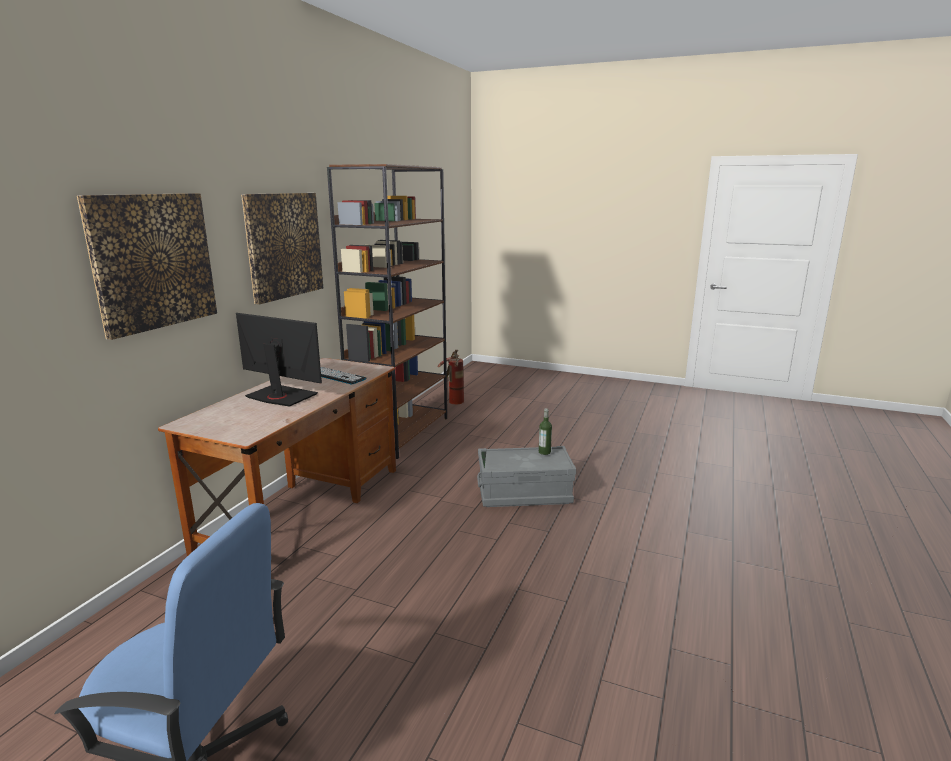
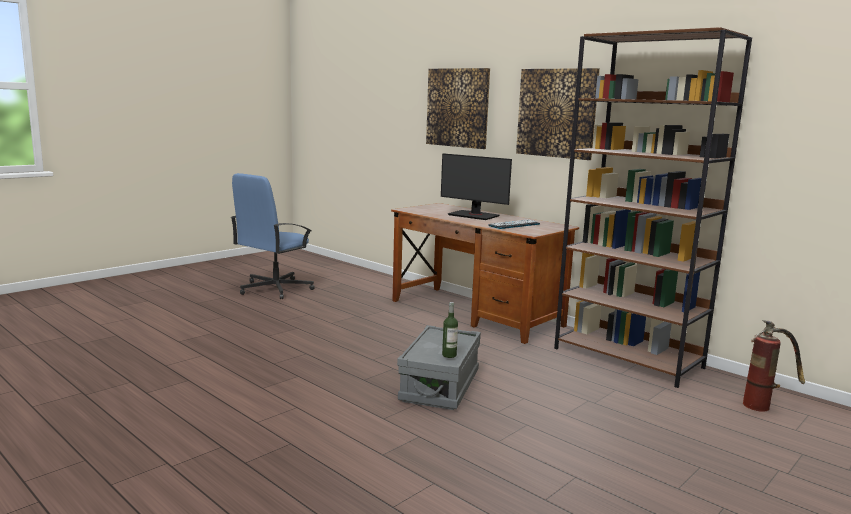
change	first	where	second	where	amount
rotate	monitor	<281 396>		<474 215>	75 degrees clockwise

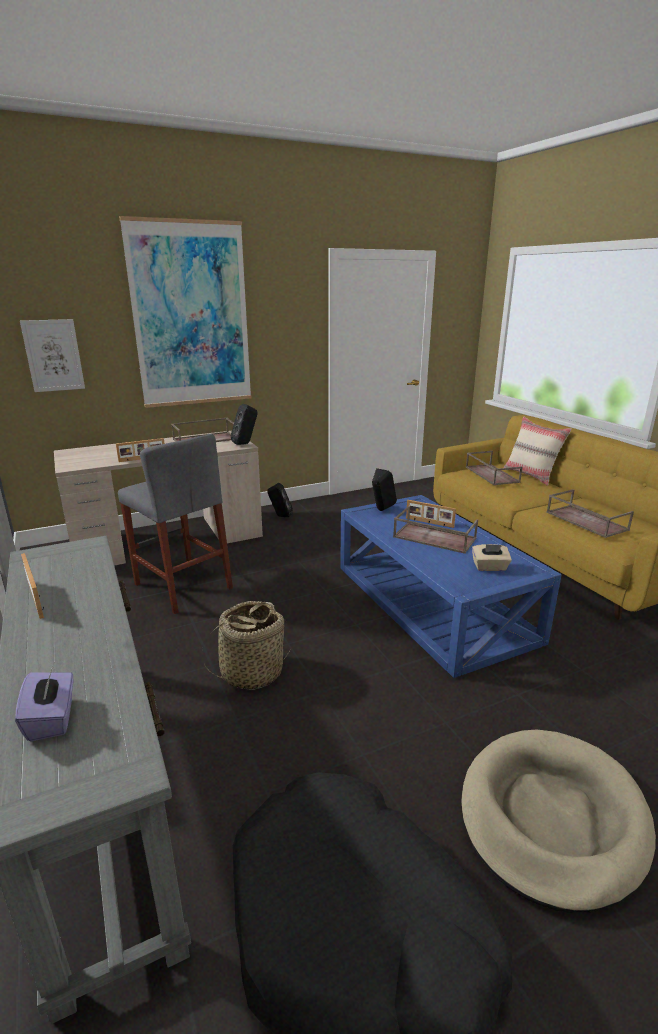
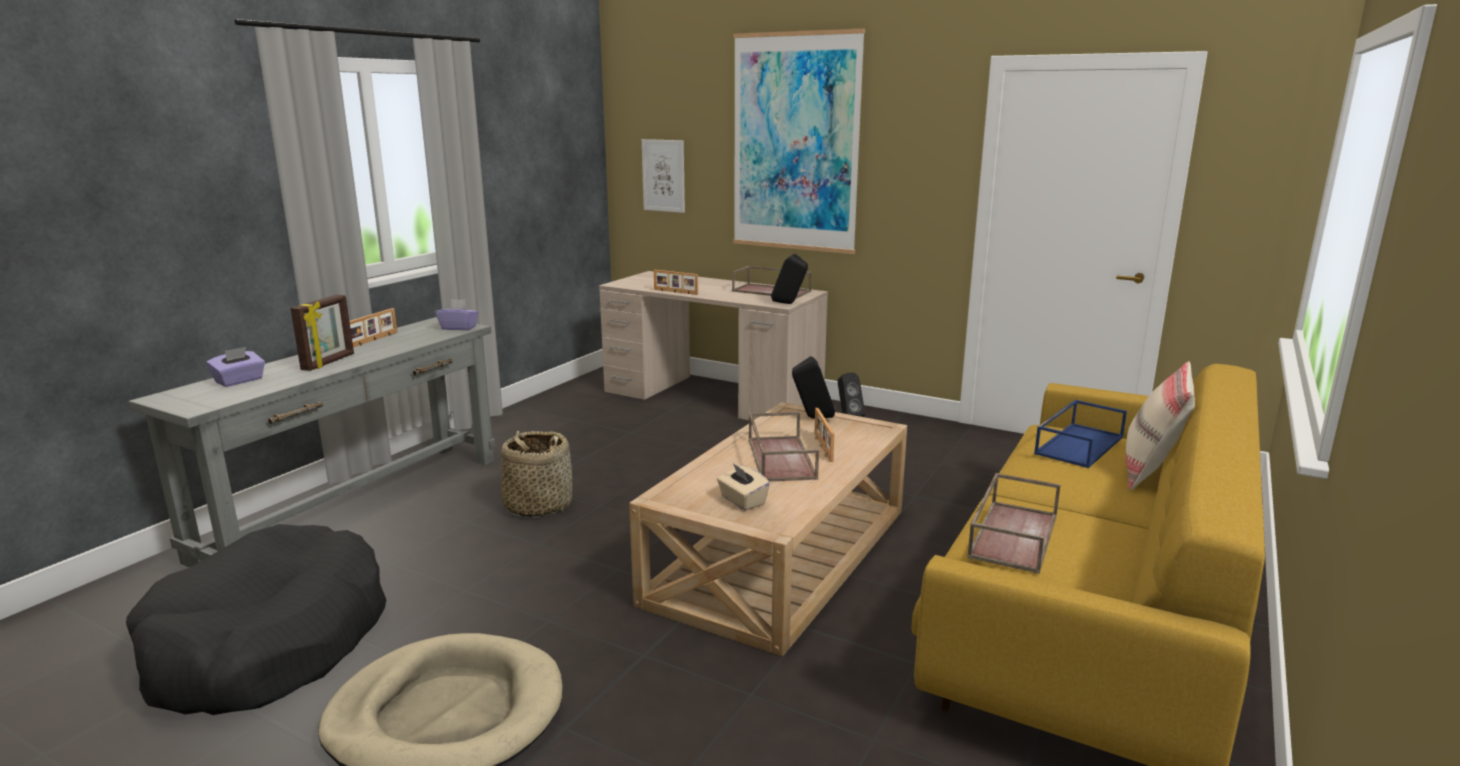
change	first	where	second	where	amount
delete	taburete (gris)	<183 586>			
insert			portarretratos	<329 362>	
insert			caja de pañuelos (morado)	<459 328>	
recolor	mesa de centro (azul)	<433 602>	mesa de centro (beis)	<782 555>	
recolor	bandeja (marrón)	<490 474>	bandeja (azul)	<1078 444>	

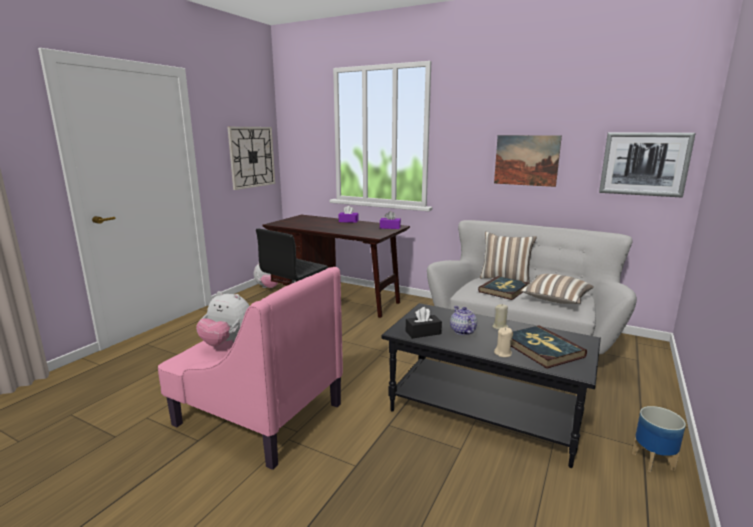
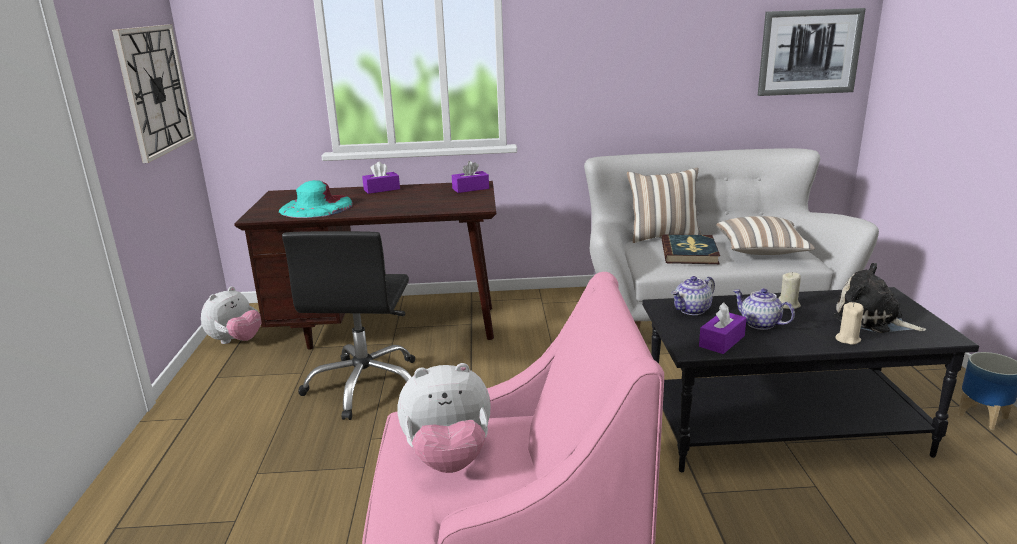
change	first	where	second	where	amount
delete	cuadro	<526 160>			
insert			sombrero (turquesa)	<316 207>	
insert			tetera	<692 310>	
replace	libro	<542 349>	peluche	<872 320>	
recolor	caja de pañuelos (negro)	<423 332>	caja de pañuelos (morado)	<722 341>	

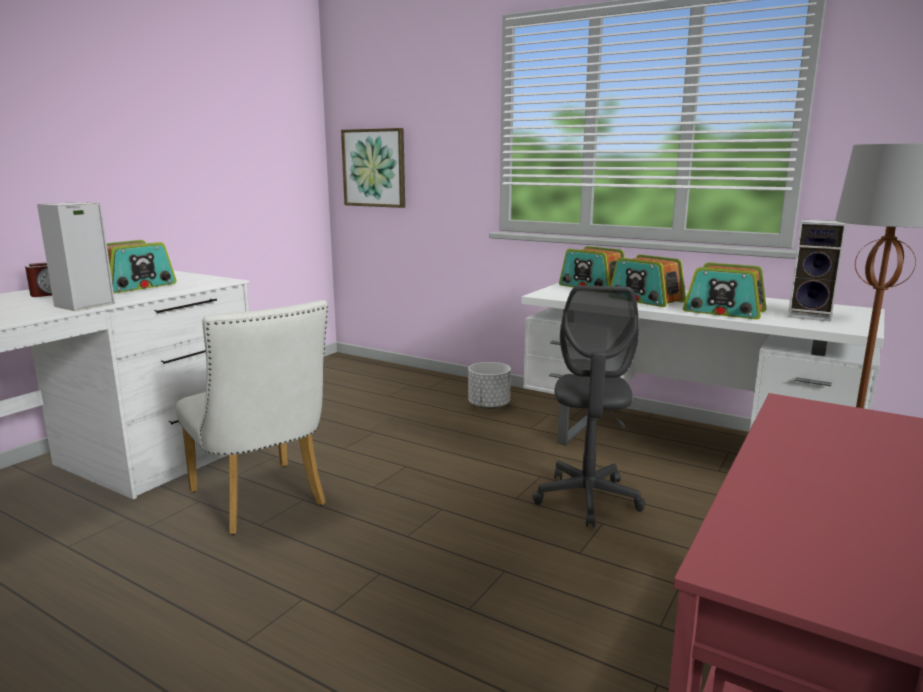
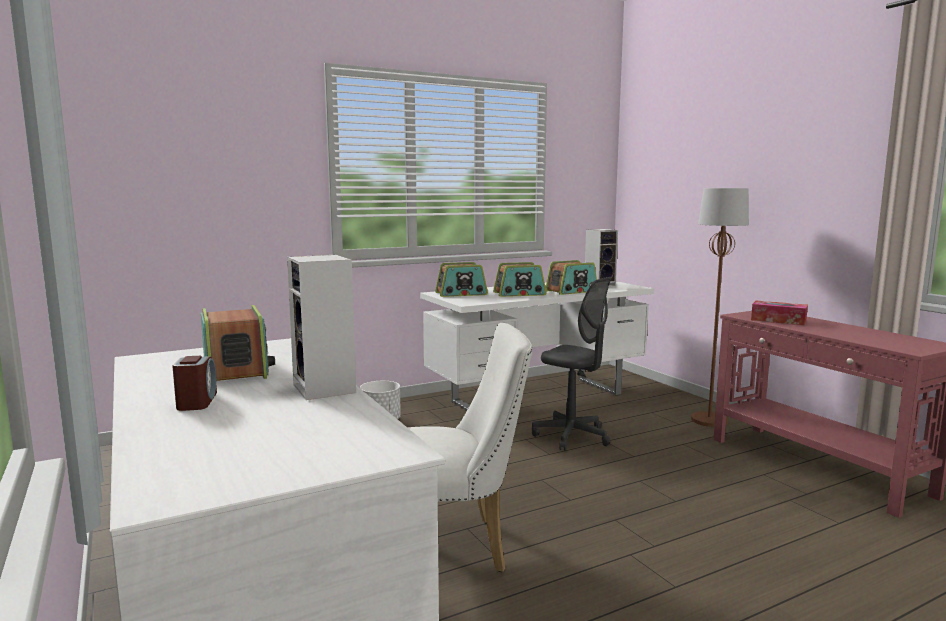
change	first	where	second	where	amount
delete	cuadro	<374 168>			
insert			caja de pañuelos	<778 320>	

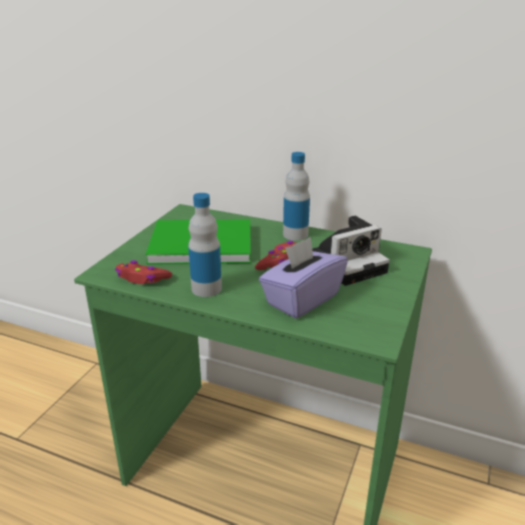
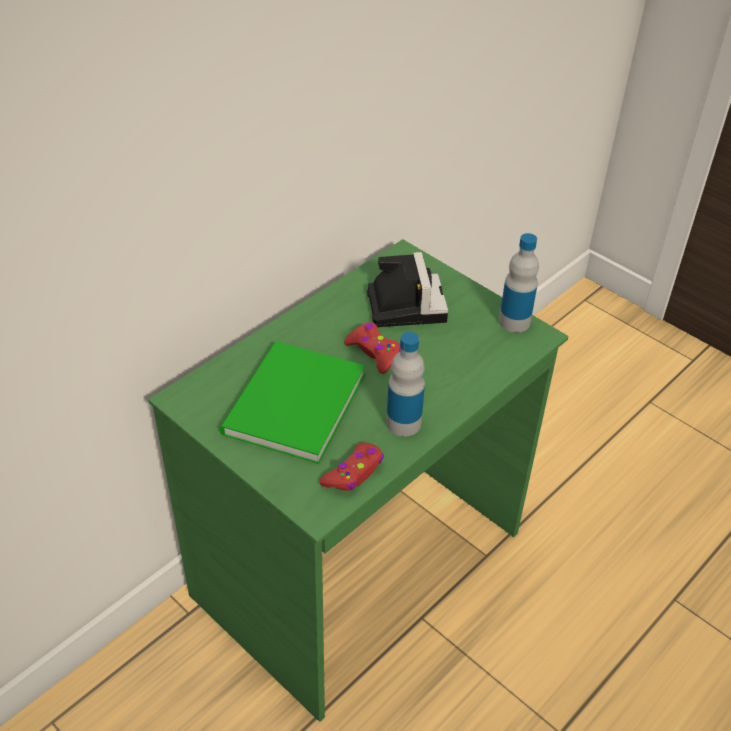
change	first	where	second	where	amount
delete	caja de pañuelos (morado)	<301 299>			
move	botella	<295 234>		<514 321>	

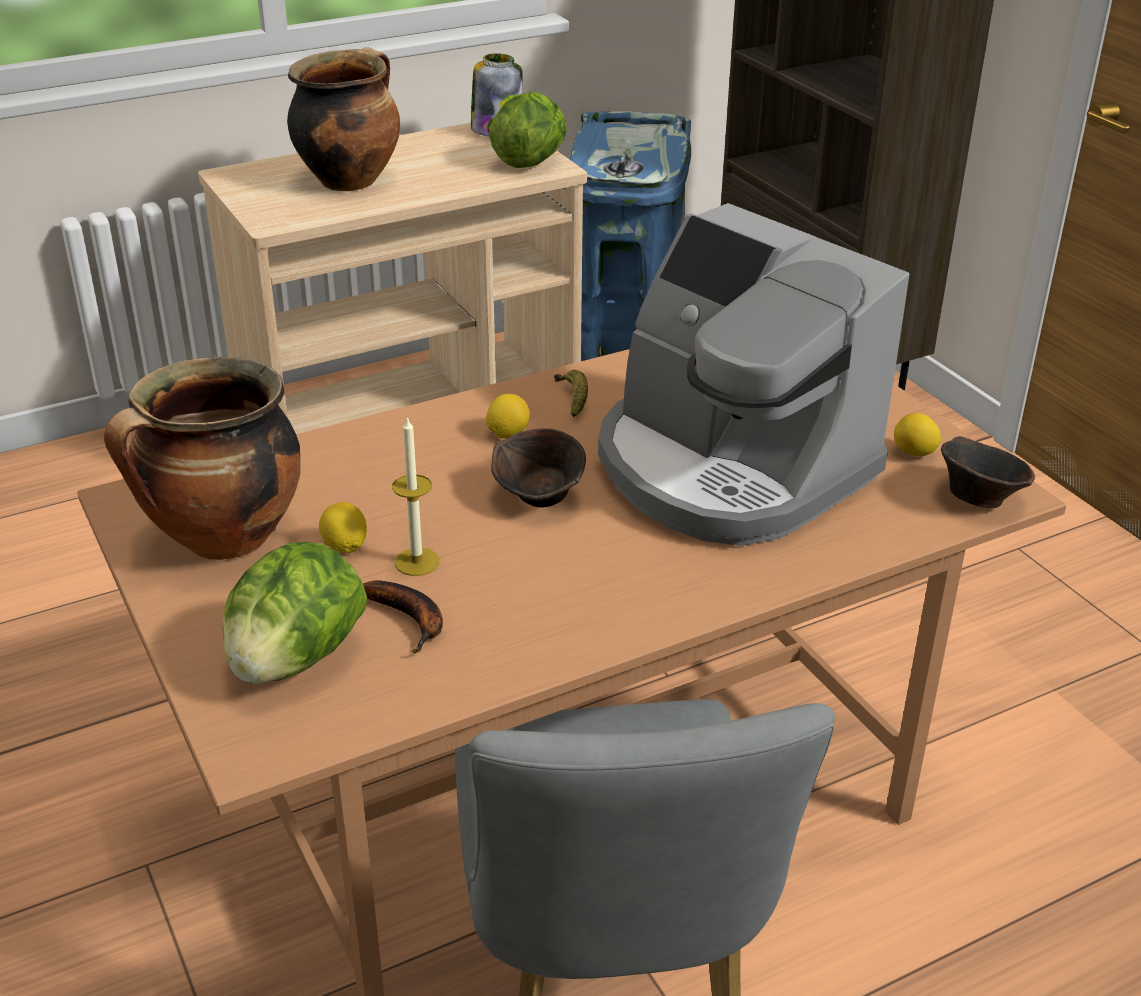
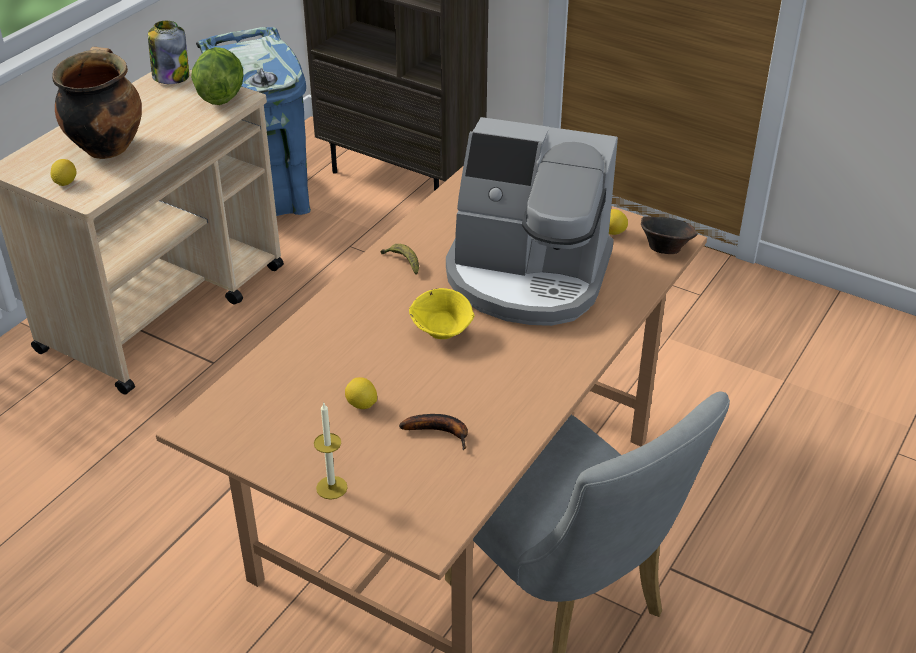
change	first	where	second	where	amount
delete	olla	<224 541>			
delete	lechuga	<296 659>			
move	vela	<417 562>		<331 487>	
move	limón	<508 434>		<65 182>	
recolor	cuenco (marrón)	<540 498>	cuenco (amarillo)	<443 333>	

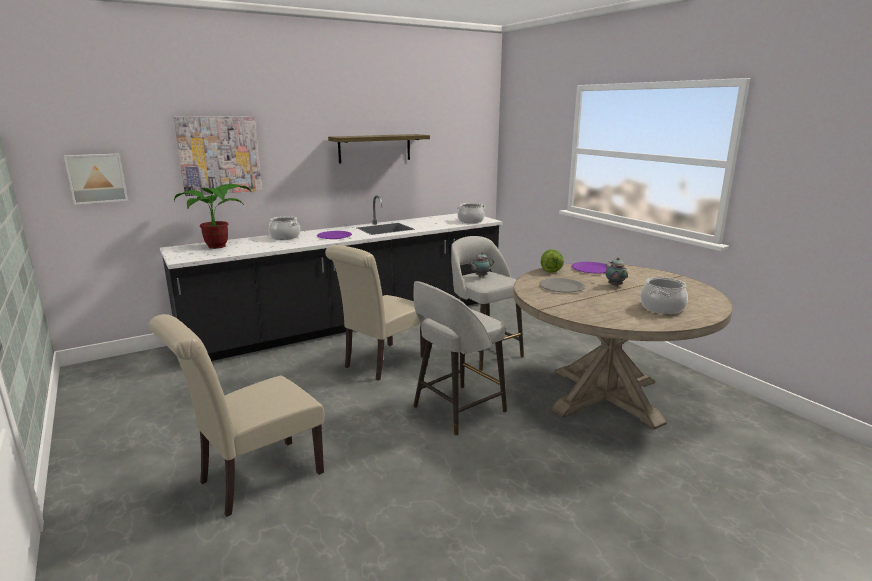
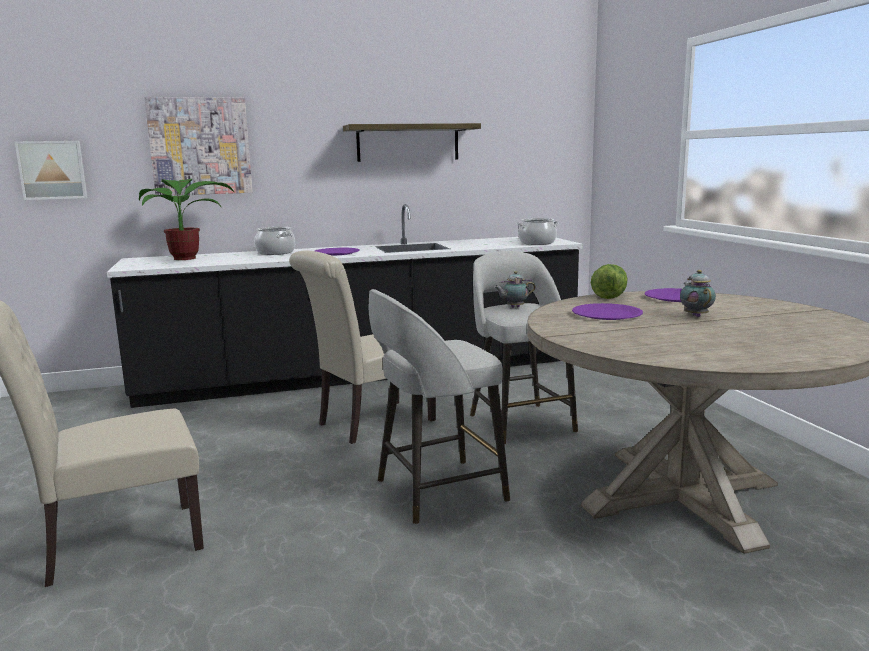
change	first	where	second	where	amount
delete	olla	<661 308>			
recolor	plato (gris)	<561 287>	plato (morado)	<607 314>	

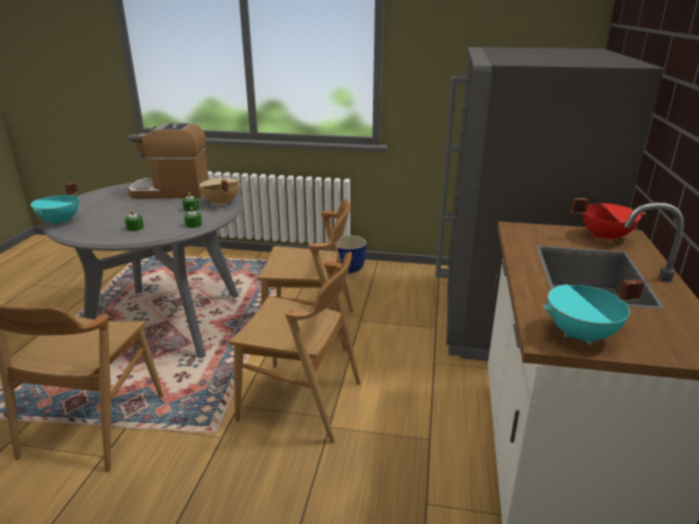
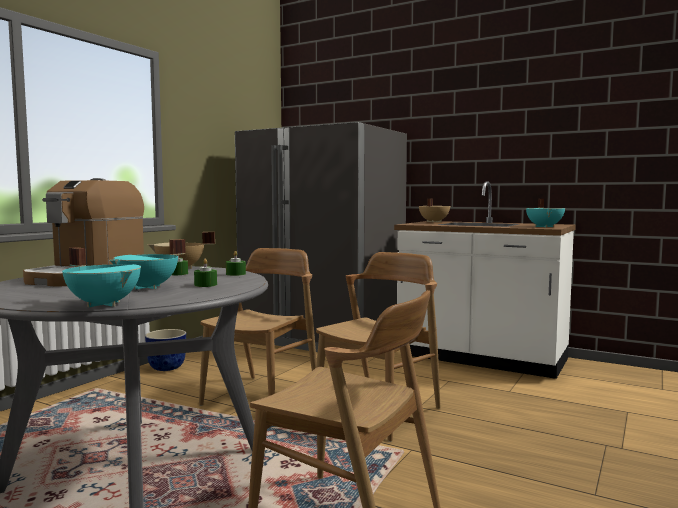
change	first	where	second	where	amount
insert			olla (turquesa)	<148 287>	
recolor	olla (rojo)	<604 237>	olla (beis)	<433 222>	

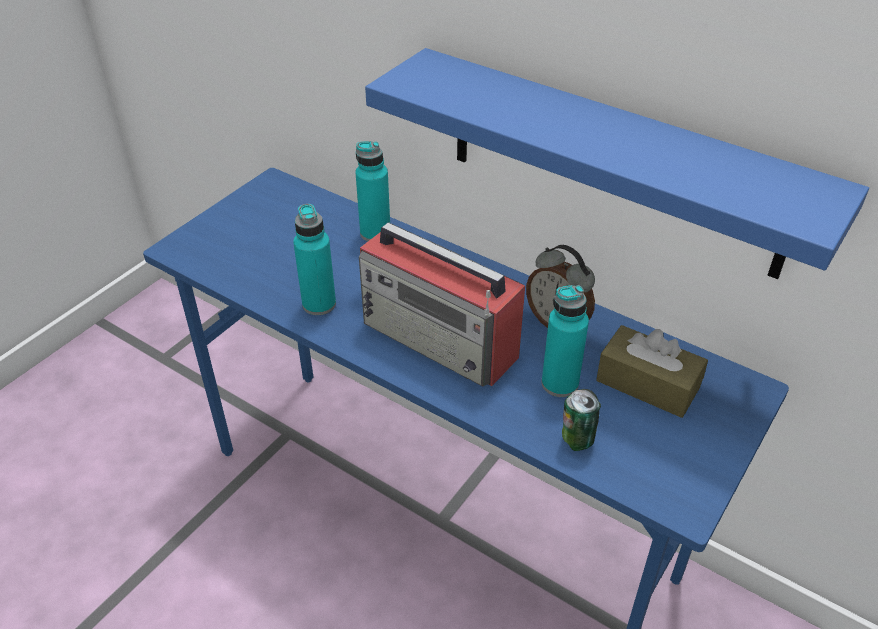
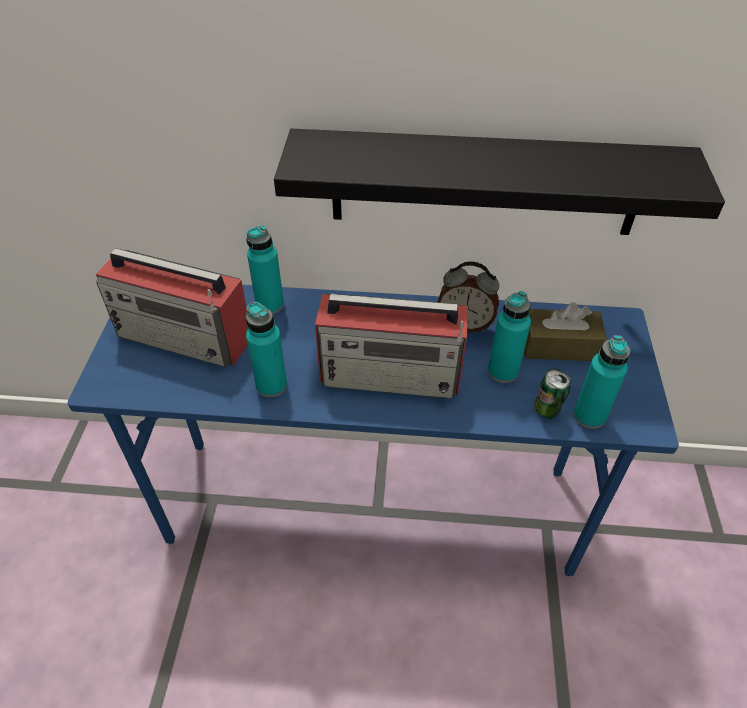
change	first	where	second	where	amount
insert			radio	<186 336>	
insert			botella (turquesa)	<589 416>	
recolor	estante (azul)	<613 163>	estante (negro)	<485 183>	

